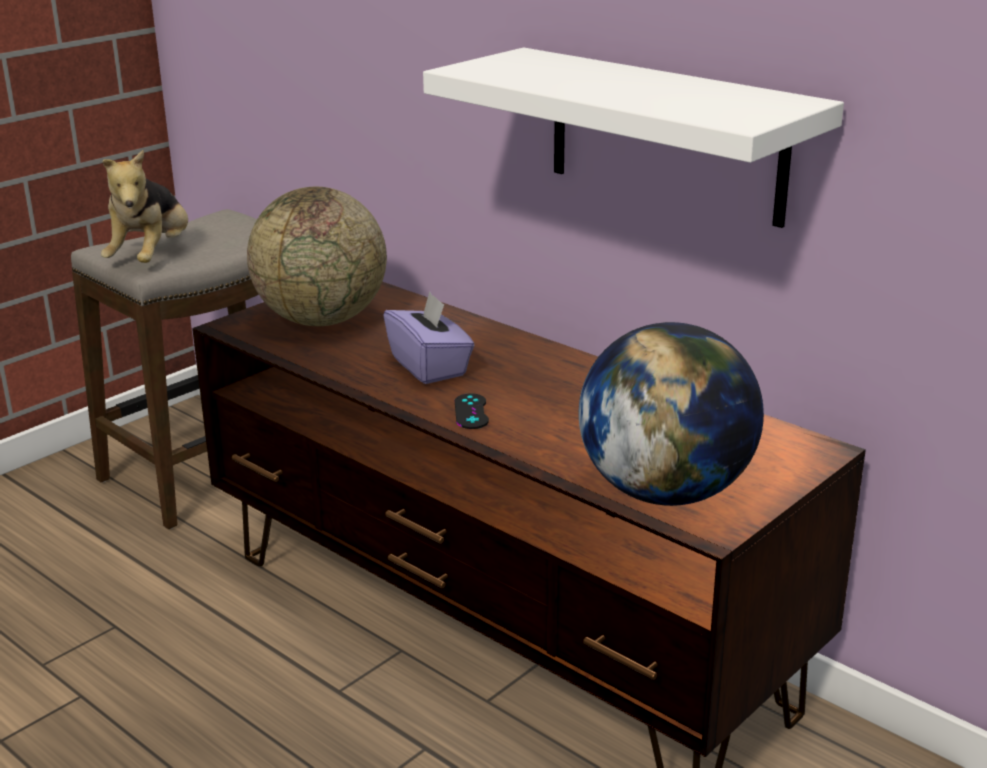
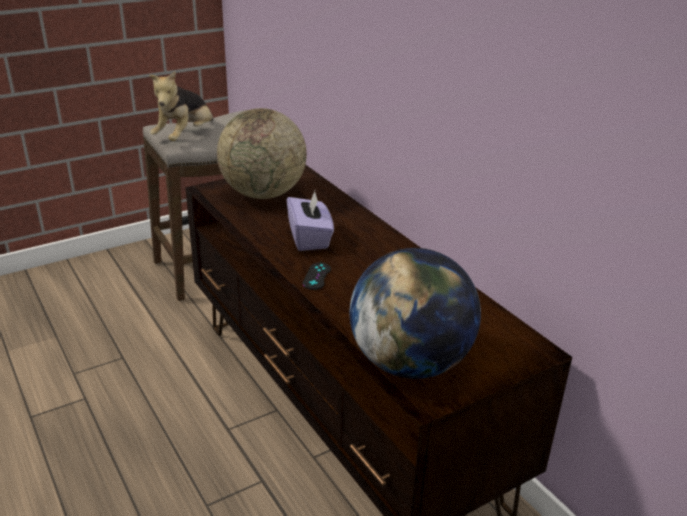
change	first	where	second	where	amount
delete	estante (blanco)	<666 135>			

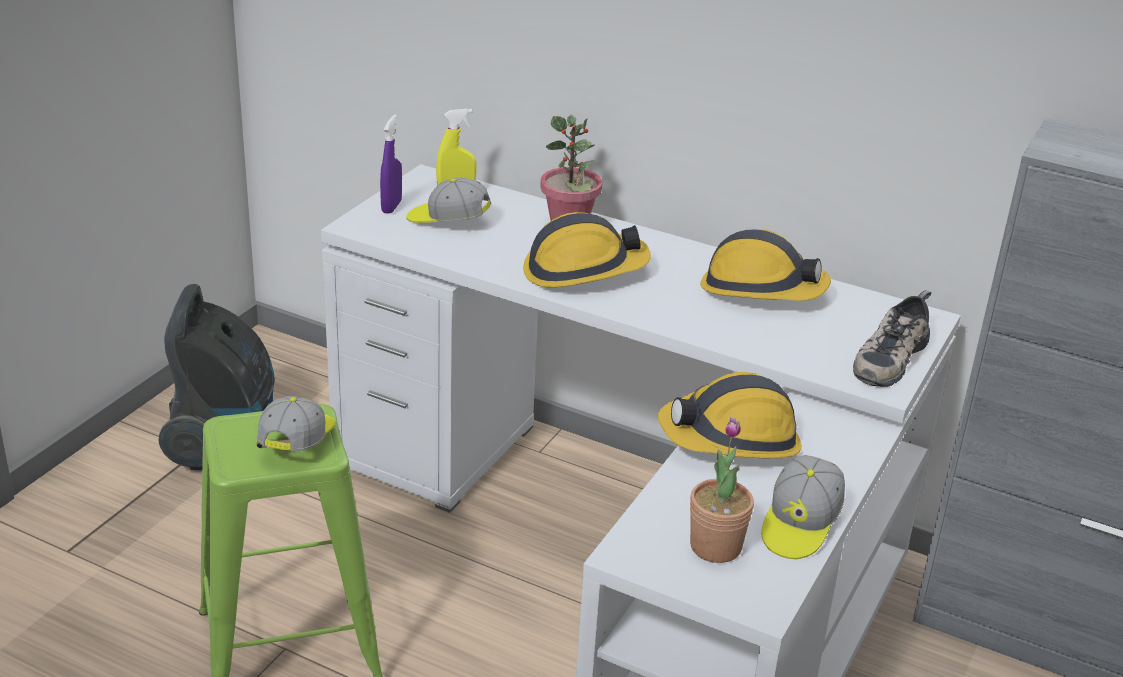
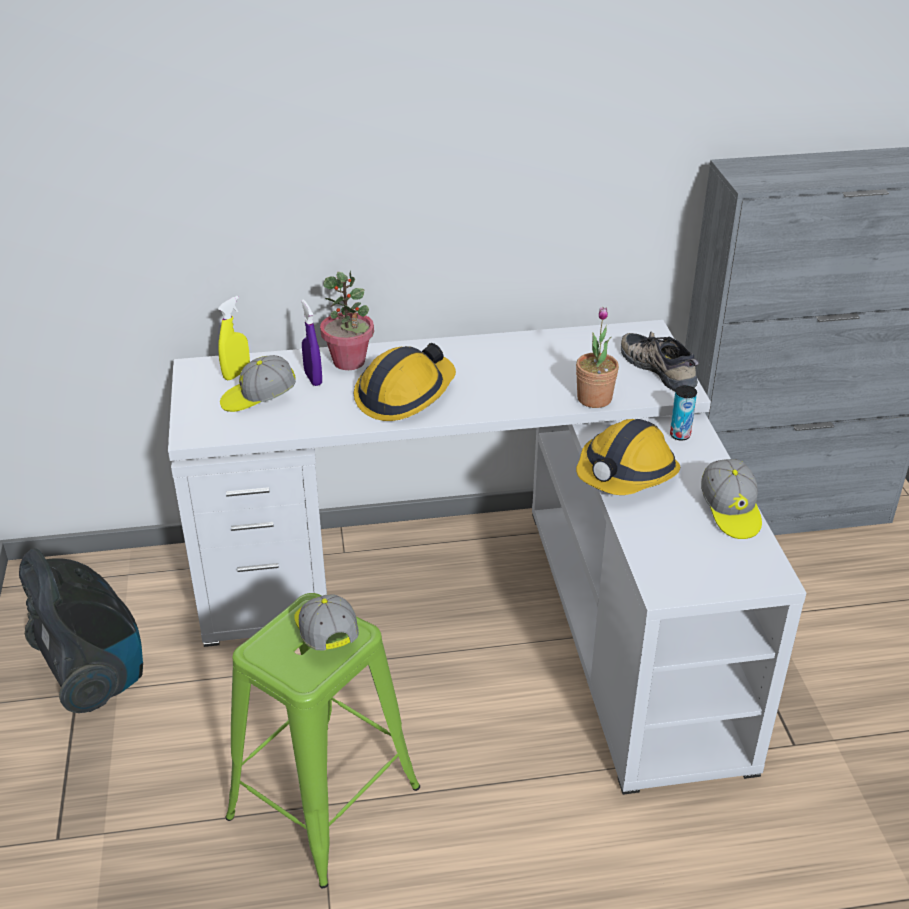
change	first	where	second	where	amount
delete	casco	<761 290>			
insert			lata	<680 435>	
move	pulverizador (morado)	<391 206>		<313 378>	
move	planta en maceta	<715 546>		<594 398>	
rotate	zapato	<889 356>		<660 368>	150 degrees clockwise

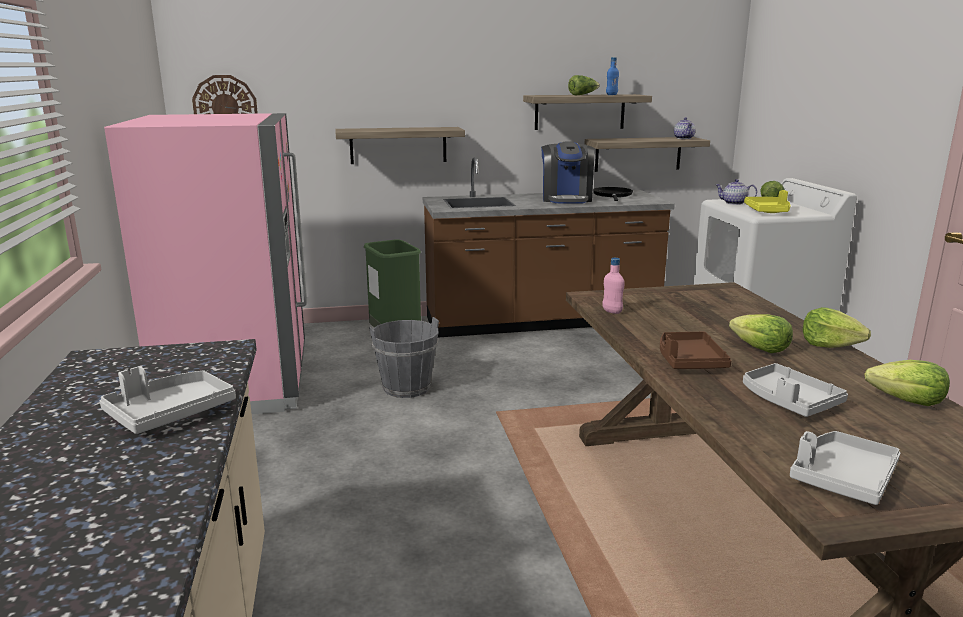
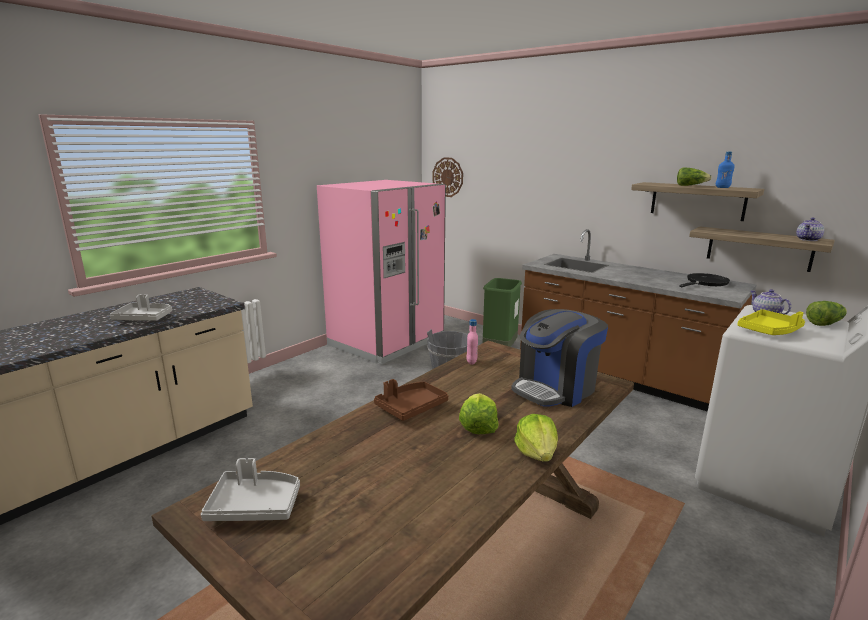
change	first	where	second	where	amount
delete	estante	<398 145>			
delete	bandeja (gris)	<788 401>			
delete	lechuga	<906 401>			
move	cafetera	<566 199>		<555 388>	

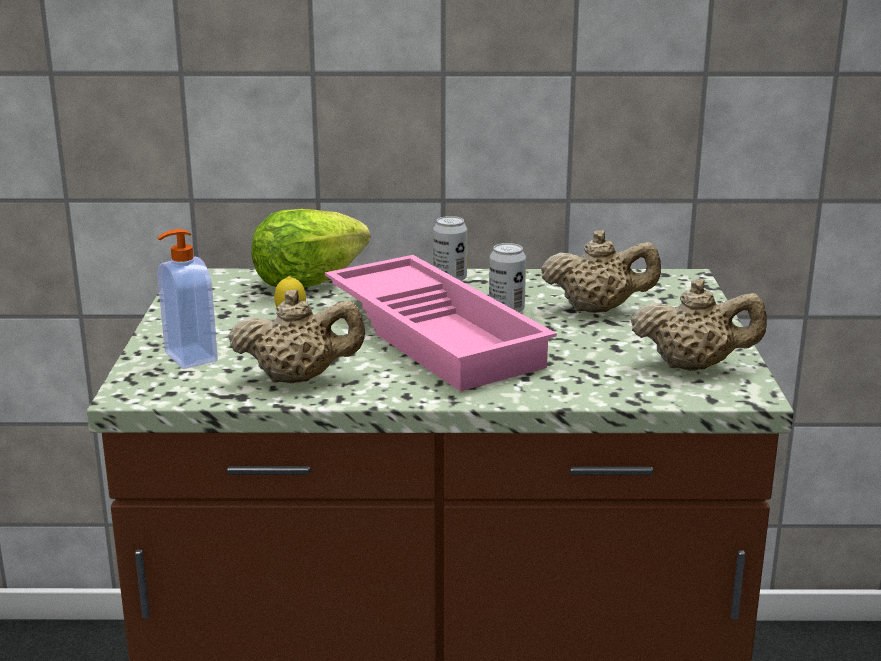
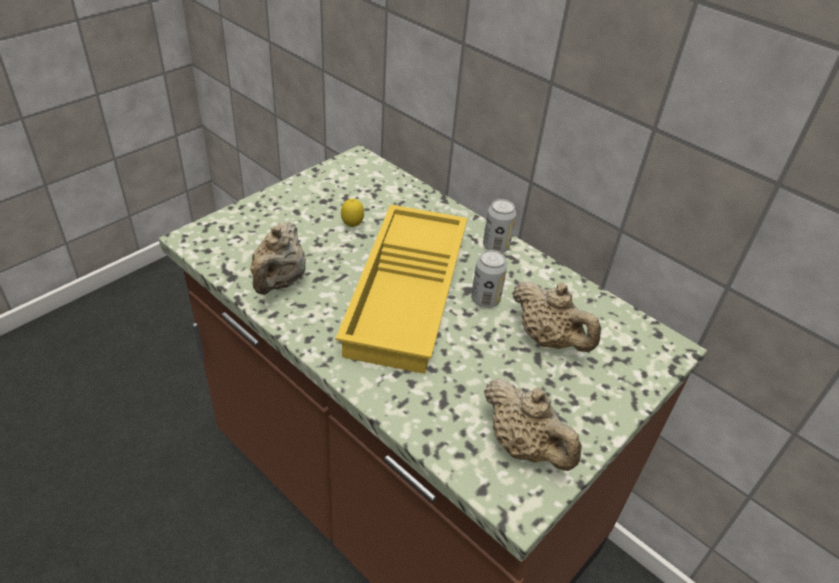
change	first	where	second	where	amount
delete	dispensador de jabón	<189 357>			
delete	lechuga	<307 282>			
recolor	bandeja (rosa)	<438 334>	bandeja (amarillo)	<409 295>	
rotate	tetera (beis)	<299 378>		<279 282>	60 degrees clockwise

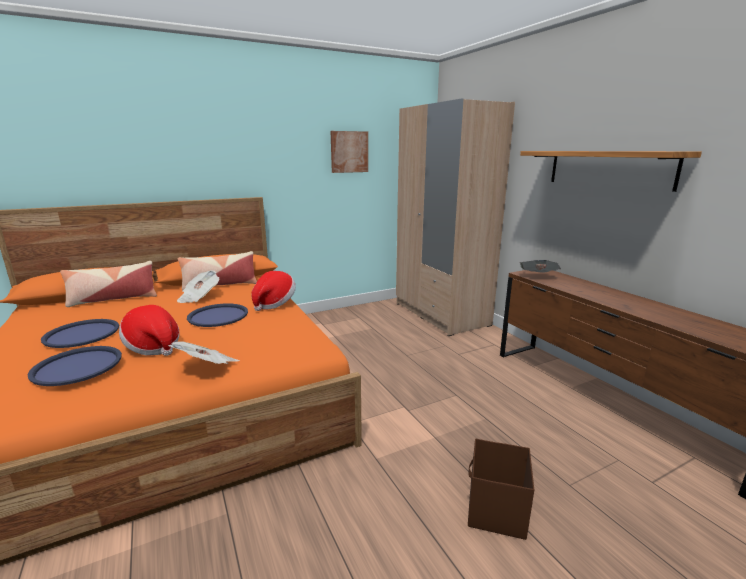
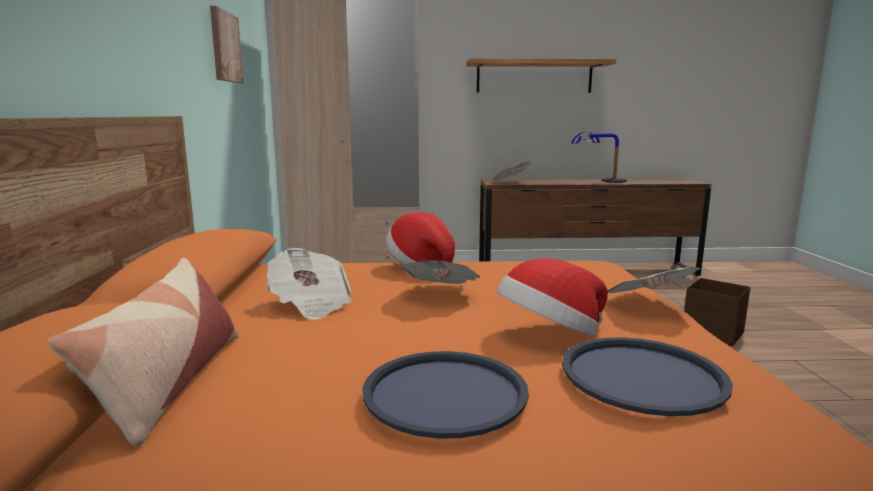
change	first	where	second	where	amount
delete	cojín	<220 285>			
insert			lámpara de mesa	<603 181>	
replace	bandeja (azul)	<218 316>	periódico	<441 294>	

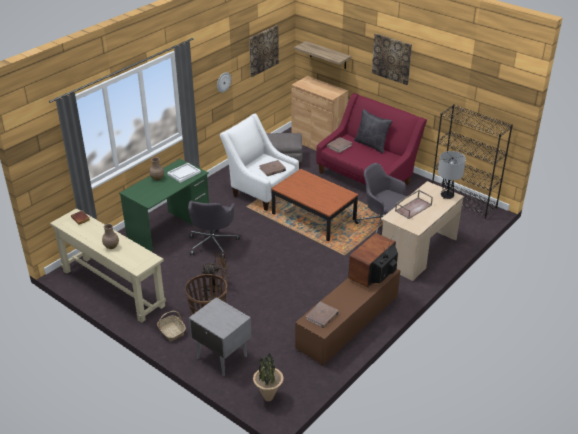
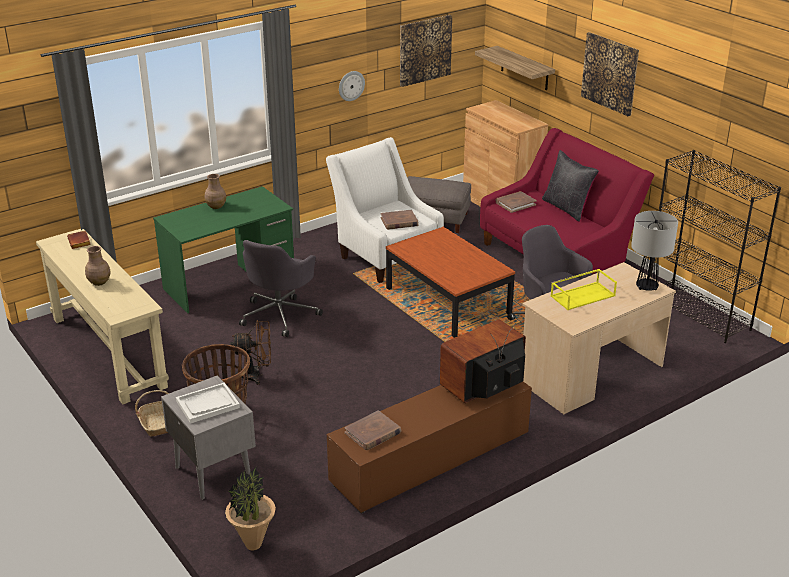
change	first	where	second	where	amount
move	bandeja (blanco)	<184 173>		<207 404>	
recolor	bandeja (marrón)	<413 207>	bandeja (amarillo)	<583 295>	

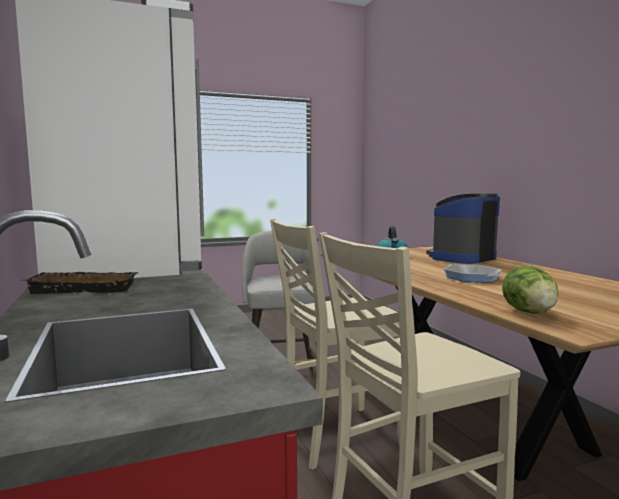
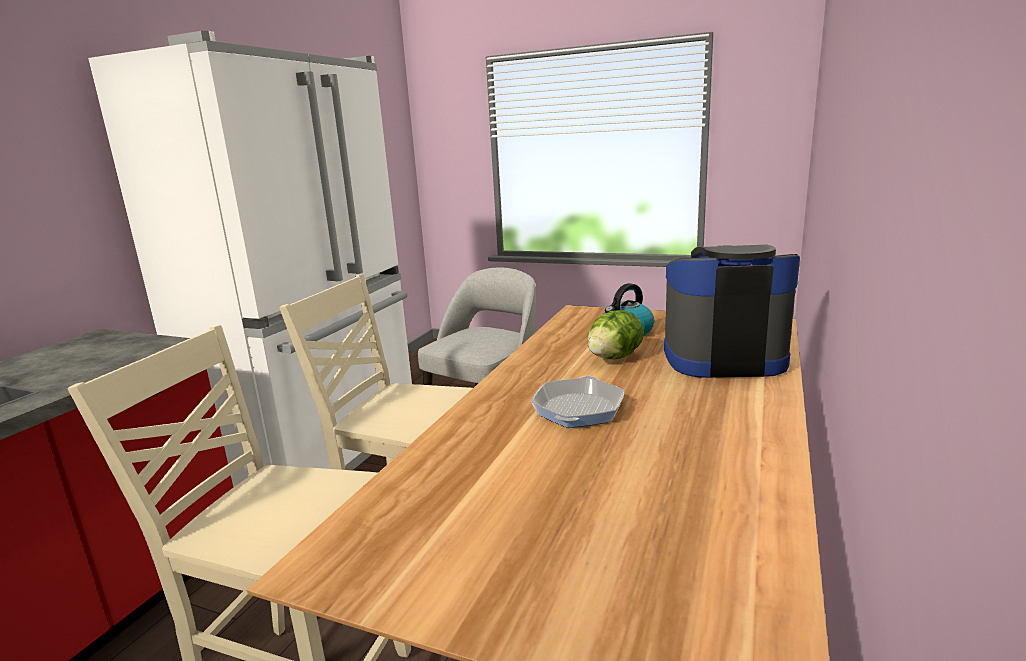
change	first	where	second	where	amount
delete	bandeja (negro)	<87 288>			
move	lechuga	<529 312>		<614 358>	

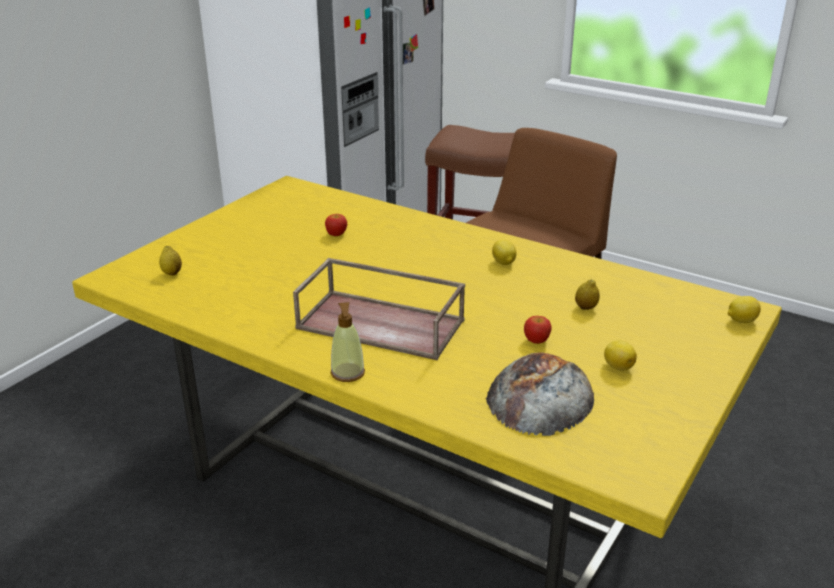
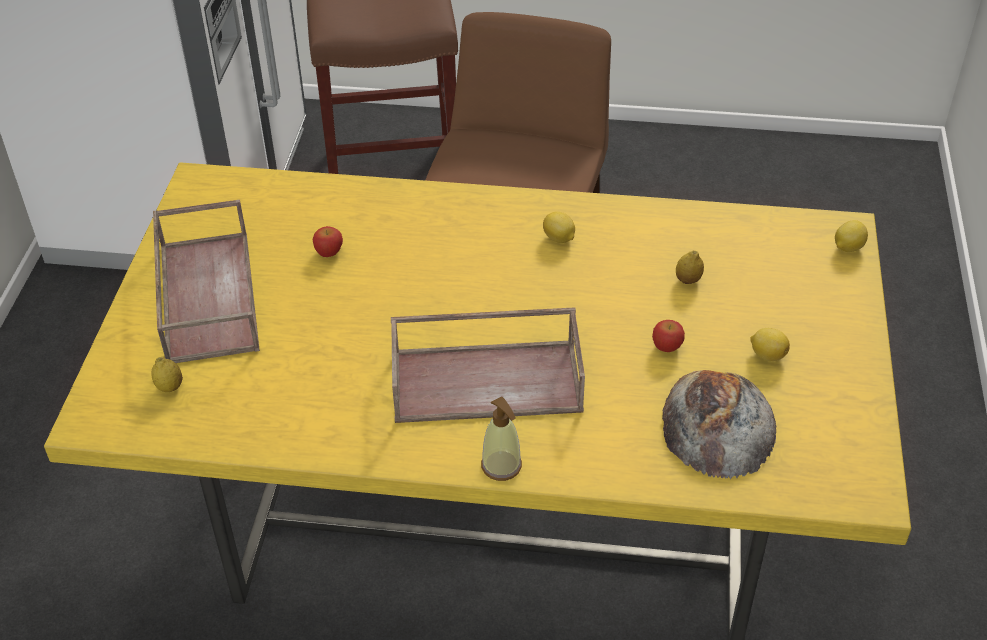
change	first	where	second	where	amount
insert			bandeja (marrón)	<206 295>	

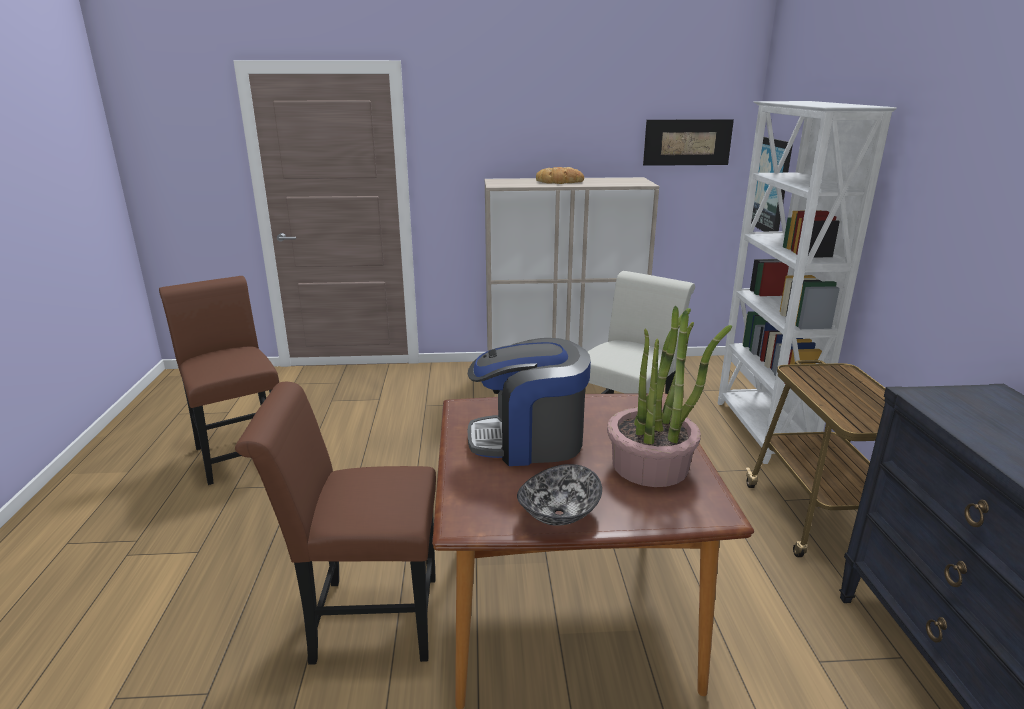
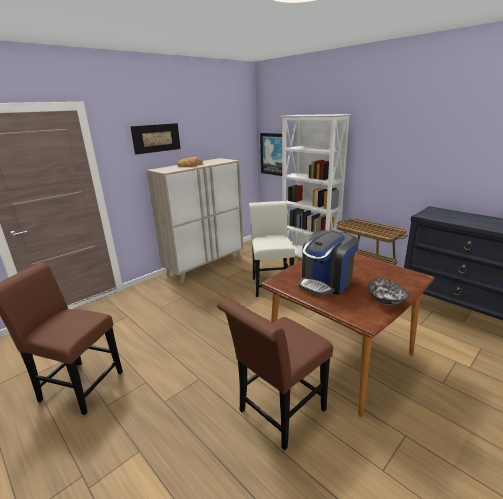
change	first	where	second	where	amount
delete	planta en maceta	<651 465>			
move	cuadro	<687 142>		<156 138>	

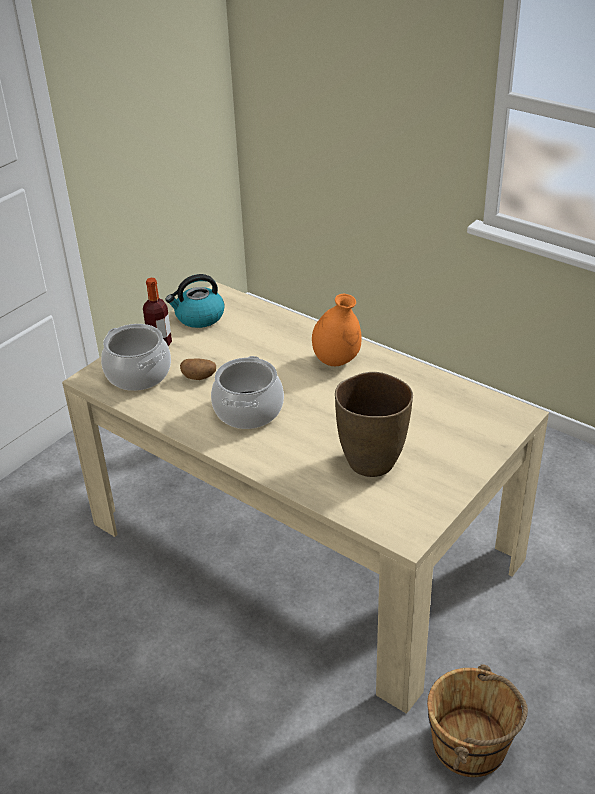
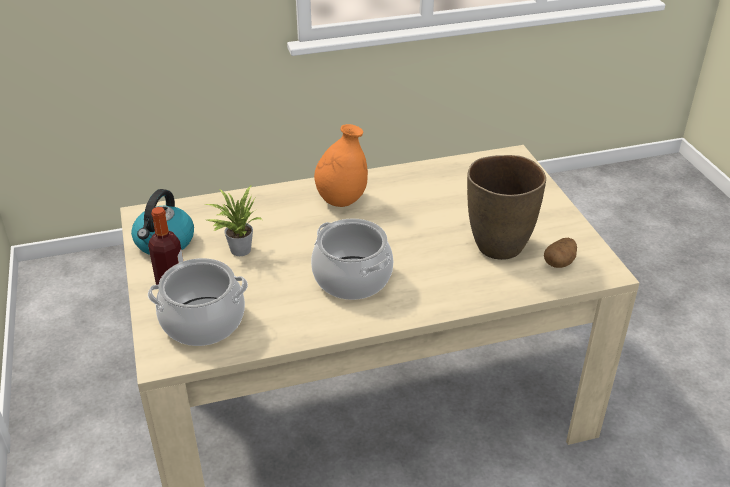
change	first	where	second	where	amount
delete	cubo (marrón)	<471 745>			
insert			planta en maceta	<238 249>	
move	patata	<199 377>		<559 262>	

